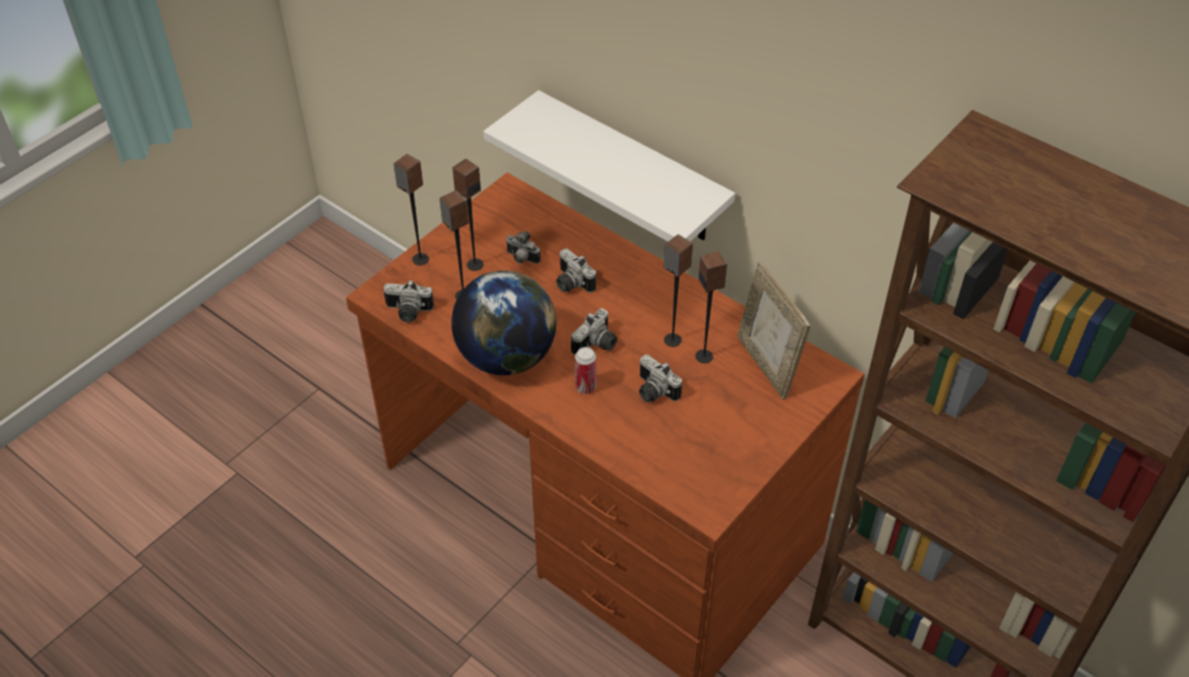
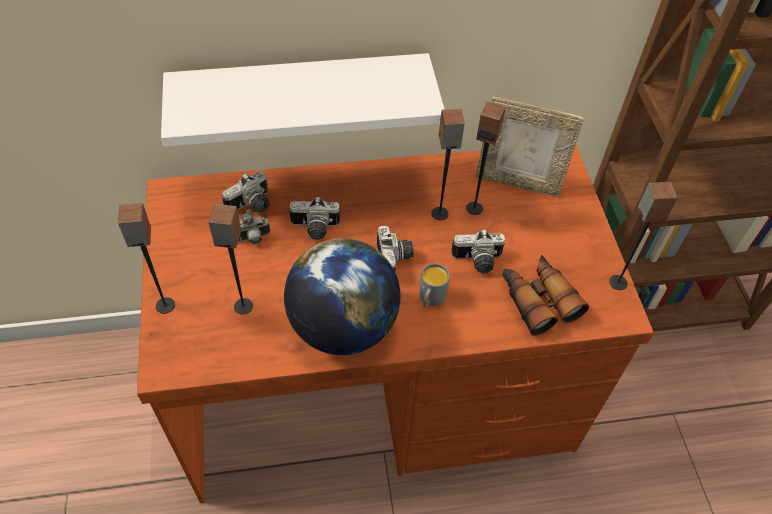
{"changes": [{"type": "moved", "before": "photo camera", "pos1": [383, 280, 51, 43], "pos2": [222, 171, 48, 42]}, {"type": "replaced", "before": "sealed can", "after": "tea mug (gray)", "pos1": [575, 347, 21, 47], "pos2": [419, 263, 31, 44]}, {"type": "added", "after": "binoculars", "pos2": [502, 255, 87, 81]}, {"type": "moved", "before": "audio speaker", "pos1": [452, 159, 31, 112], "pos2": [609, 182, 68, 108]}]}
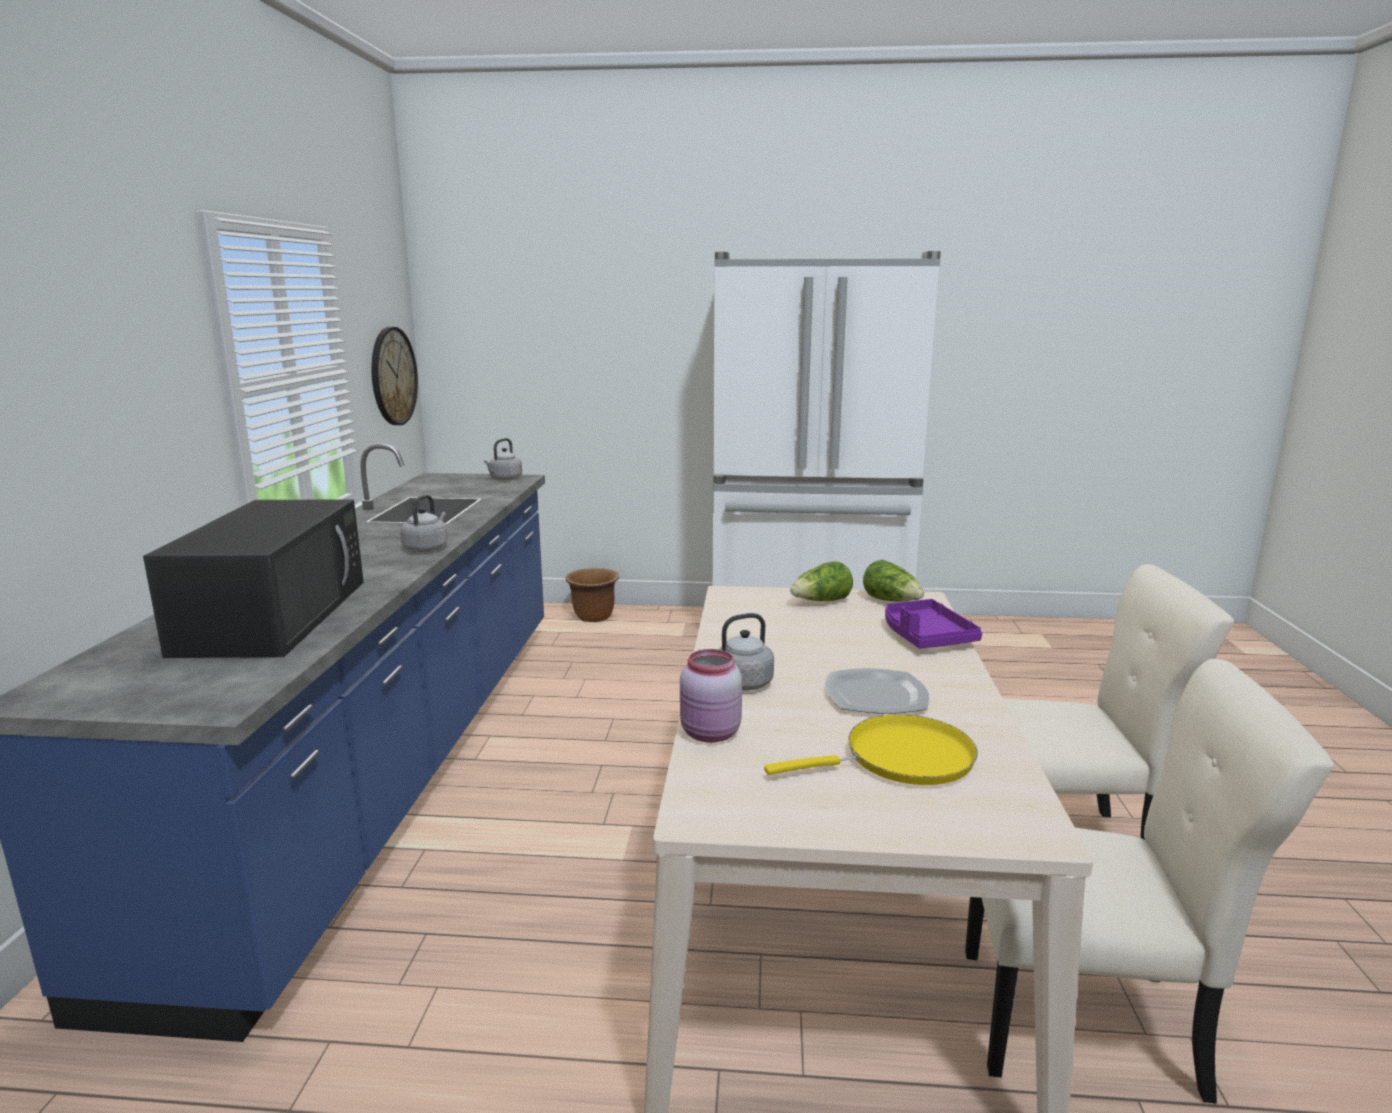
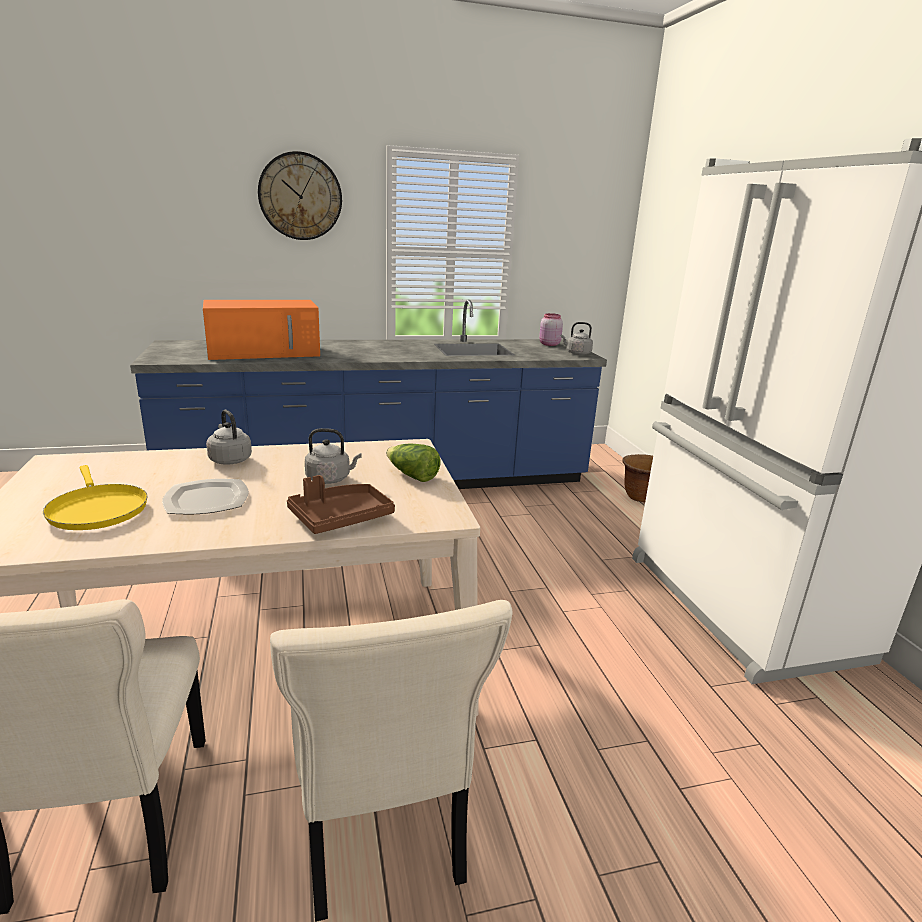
{"changes": [{"type": "recoloured", "before": "microwave (blackish)", "after": "microwave (orange-coloured)", "pos1": [143, 499, 221, 159], "pos2": [203, 300, 117, 60]}, {"type": "moved", "before": "hanging clock", "pos1": [371, 327, 47, 98], "pos2": [258, 151, 84, 89]}, {"type": "recoloured", "before": "tray (purplish)", "after": "tray (brown)", "pos1": [885, 599, 97, 49], "pos2": [287, 475, 108, 59]}, {"type": "moved", "before": "water kettle (gray)", "pos1": [400, 495, 47, 57], "pos2": [305, 428, 57, 56]}, {"type": "moved", "before": "jar (pink-coloured)", "pos1": [680, 649, 62, 94], "pos2": [539, 313, 24, 33]}, {"type": "removed", "before": "head of lettuce", "pos1": [863, 559, 61, 43]}]}
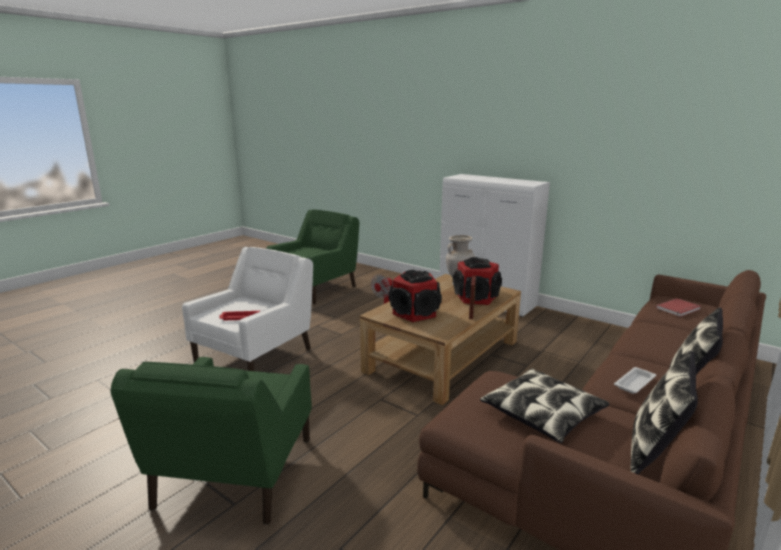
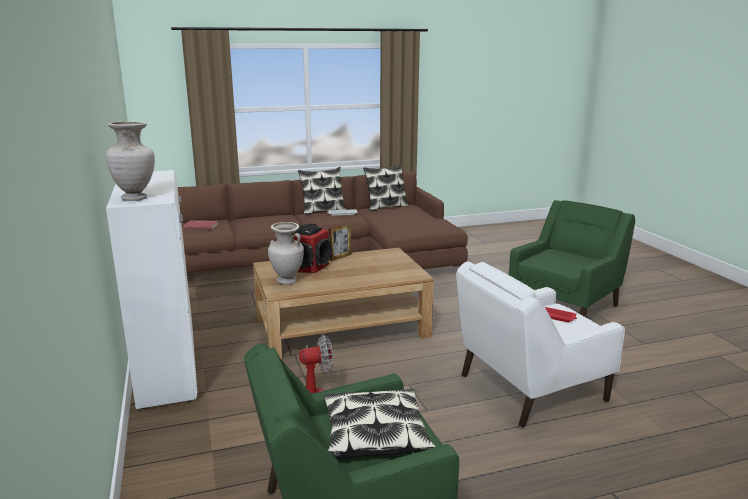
{"changes": [{"type": "added", "after": "decorative vase (beige)", "pos2": [106, 122, 49, 79]}, {"type": "moved", "before": "throw pillow", "pos1": [480, 369, 129, 74], "pos2": [323, 389, 112, 69]}, {"type": "removed", "before": "audio speaker", "pos1": [388, 270, 54, 52]}]}
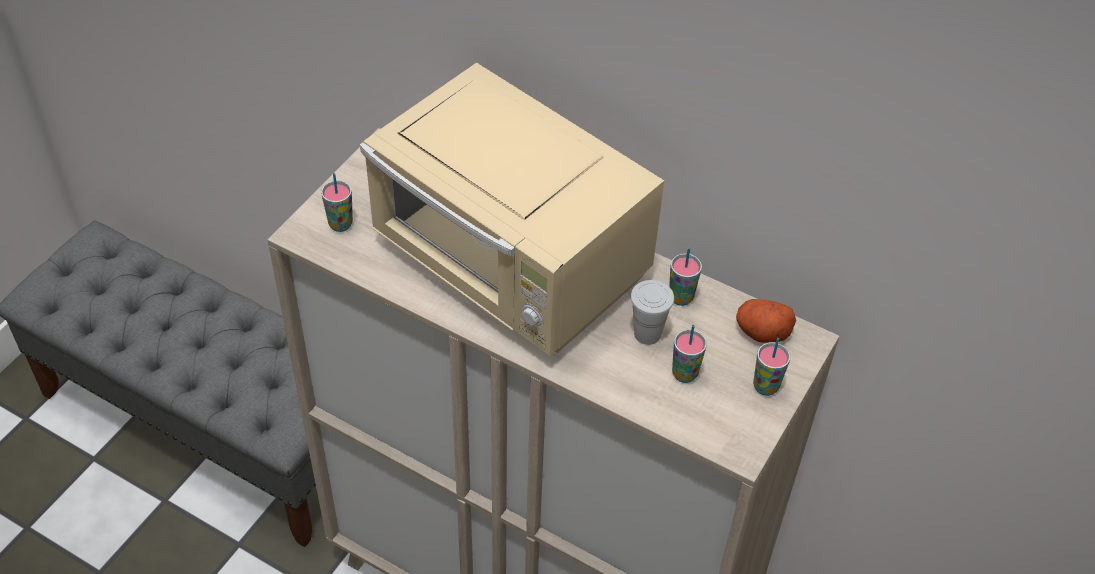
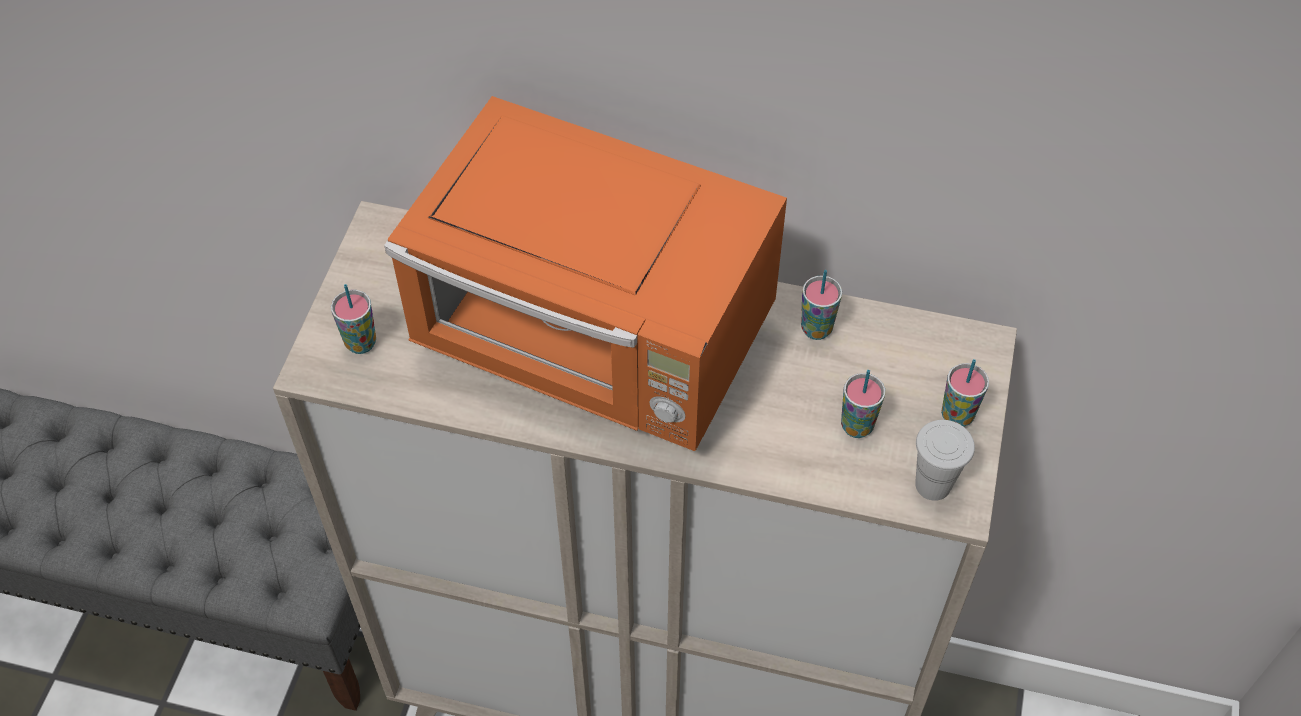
{"changes": [{"type": "recoloured", "before": "microwave (beige)", "after": "microwave (orange-coloured)", "pos1": [360, 63, 304, 292], "pos2": [384, 96, 403, 355]}, {"type": "moved", "before": "small cup (white-coloured)", "pos1": [631, 280, 43, 65], "pos2": [915, 420, 60, 81]}, {"type": "removed", "before": "whole potato", "pos1": [736, 299, 60, 44]}]}
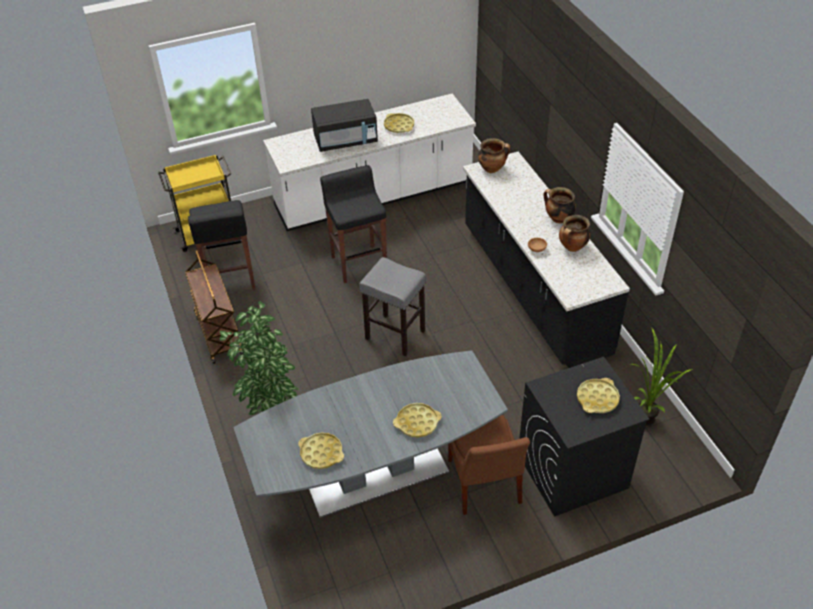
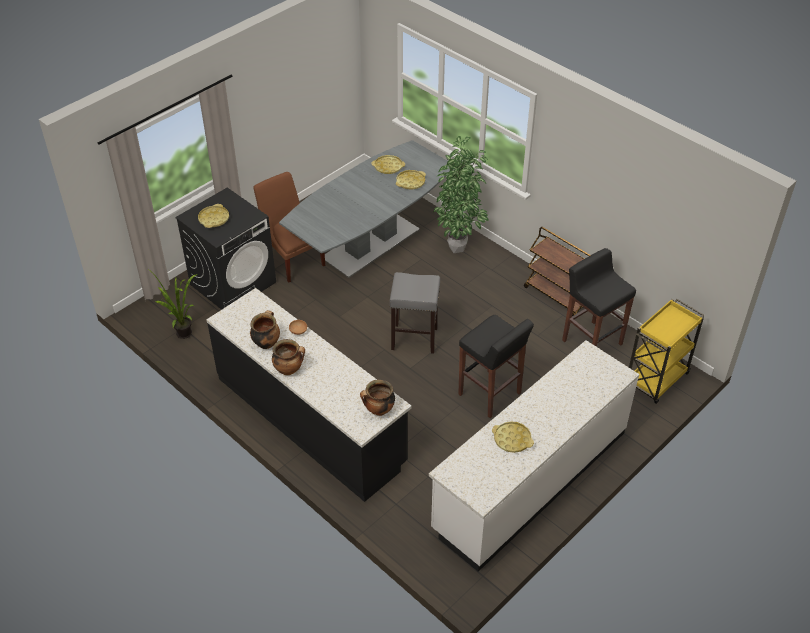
{"changes": [{"type": "moved", "before": "tray (yellow)", "pos1": [393, 403, 49, 35], "pos2": [396, 170, 30, 19]}, {"type": "removed", "before": "microwave (blackish)", "pos1": [311, 99, 67, 53]}]}
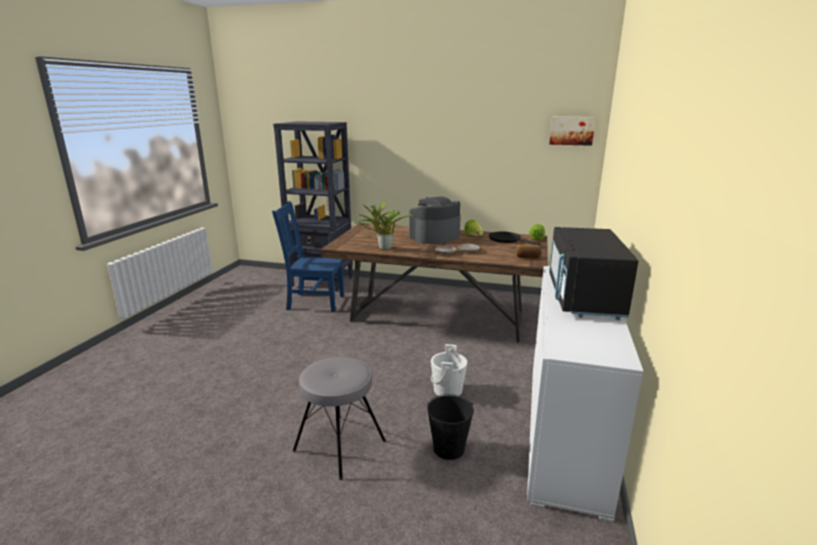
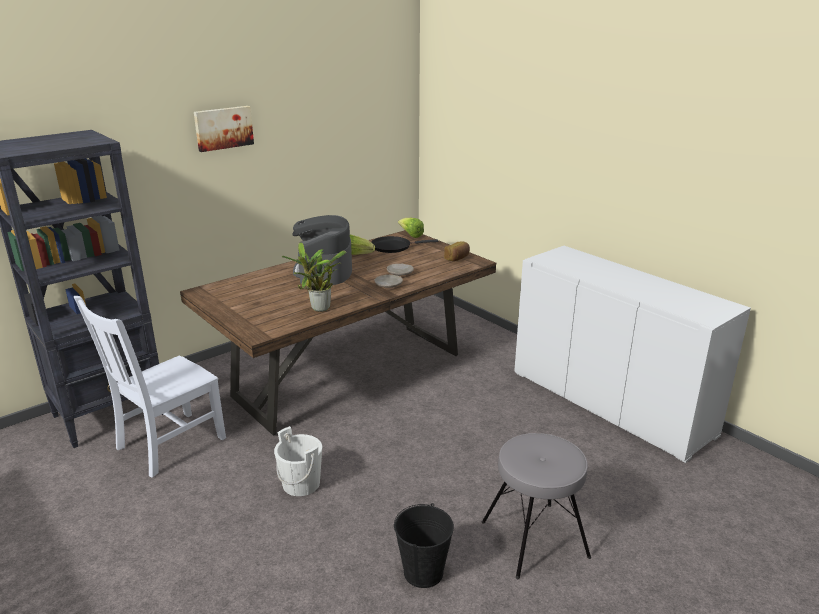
{"changes": [{"type": "recoloured", "before": "upright chair (blue)", "after": "upright chair (white-coloured)", "pos1": [272, 201, 72, 111], "pos2": [74, 296, 152, 182]}, {"type": "moved", "before": "picture", "pos1": [549, 117, 47, 29], "pos2": [194, 106, 60, 46]}, {"type": "moved", "before": "pail (white-coloured)", "pos1": [431, 344, 36, 52], "pos2": [274, 426, 48, 70]}, {"type": "moved", "before": "pail (blackish)", "pos1": [427, 394, 47, 66], "pos2": [394, 503, 60, 85]}, {"type": "removed", "before": "microwave (blackish)", "pos1": [549, 227, 90, 93]}]}
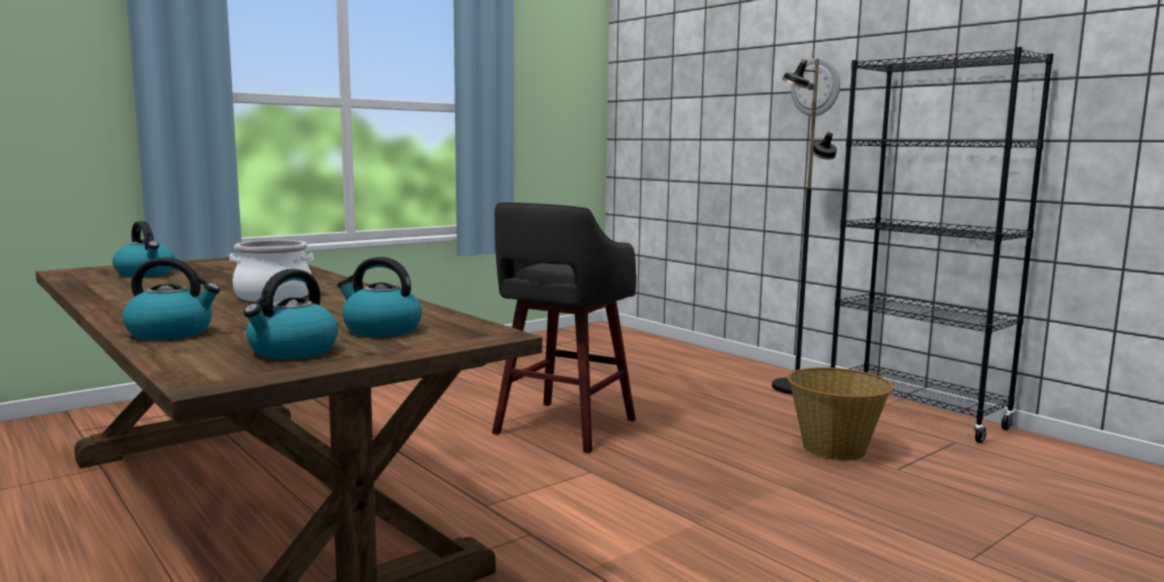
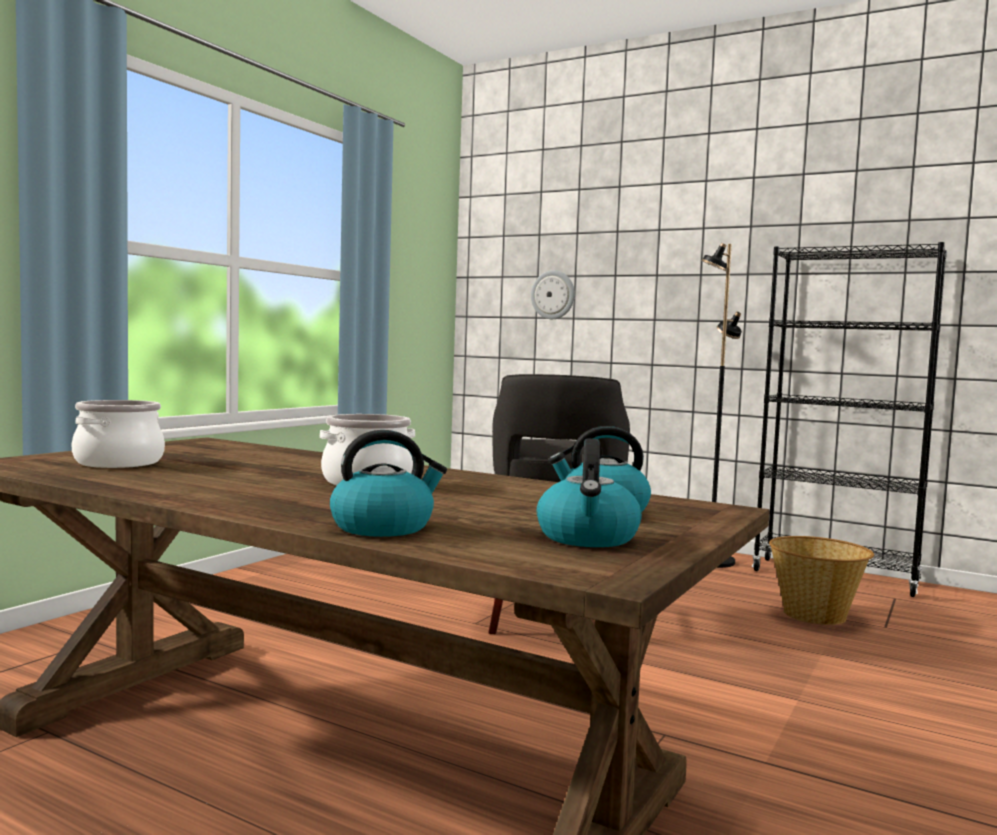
{"changes": [{"type": "replaced", "before": "water kettle", "after": "saucepot", "pos1": [112, 221, 63, 56], "pos2": [71, 400, 94, 68]}, {"type": "moved", "before": "hanging clock", "pos1": [791, 58, 49, 58], "pos2": [531, 270, 44, 49]}]}
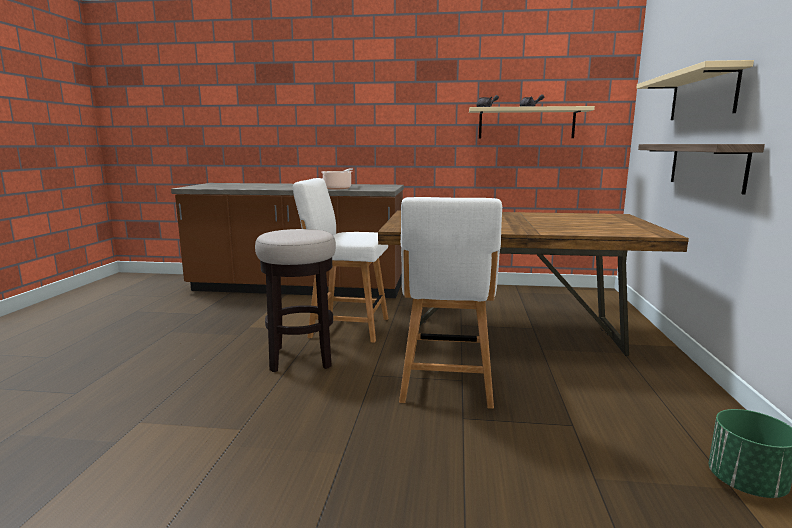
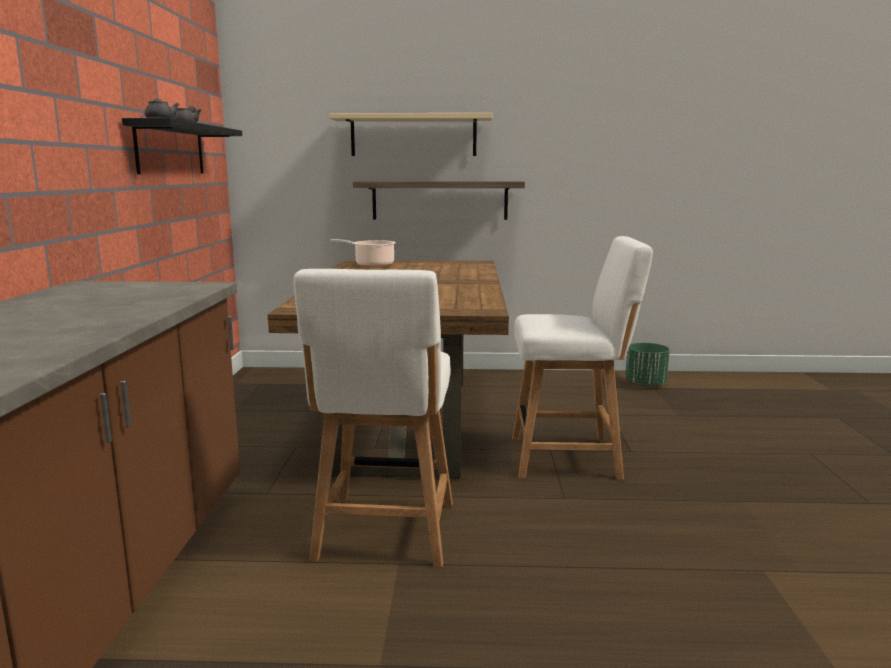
{"changes": [{"type": "recoloured", "before": "bracket shelf (beige)", "after": "bracket shelf (blackish)", "pos1": [469, 106, 126, 32], "pos2": [122, 118, 120, 56]}, {"type": "moved", "before": "saucepot", "pos1": [322, 168, 31, 21], "pos2": [330, 239, 66, 28]}, {"type": "removed", "before": "stool", "pos1": [255, 229, 81, 143]}]}
